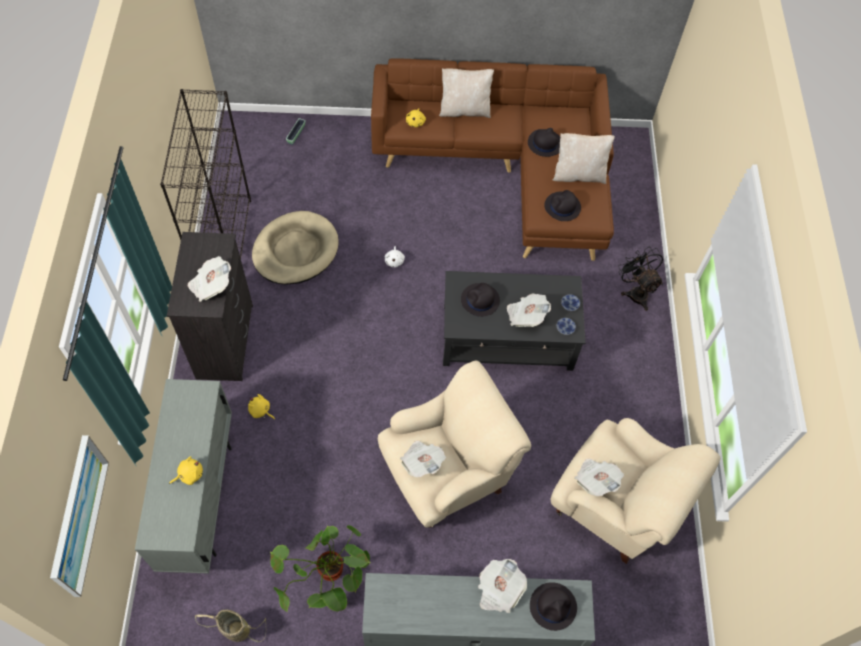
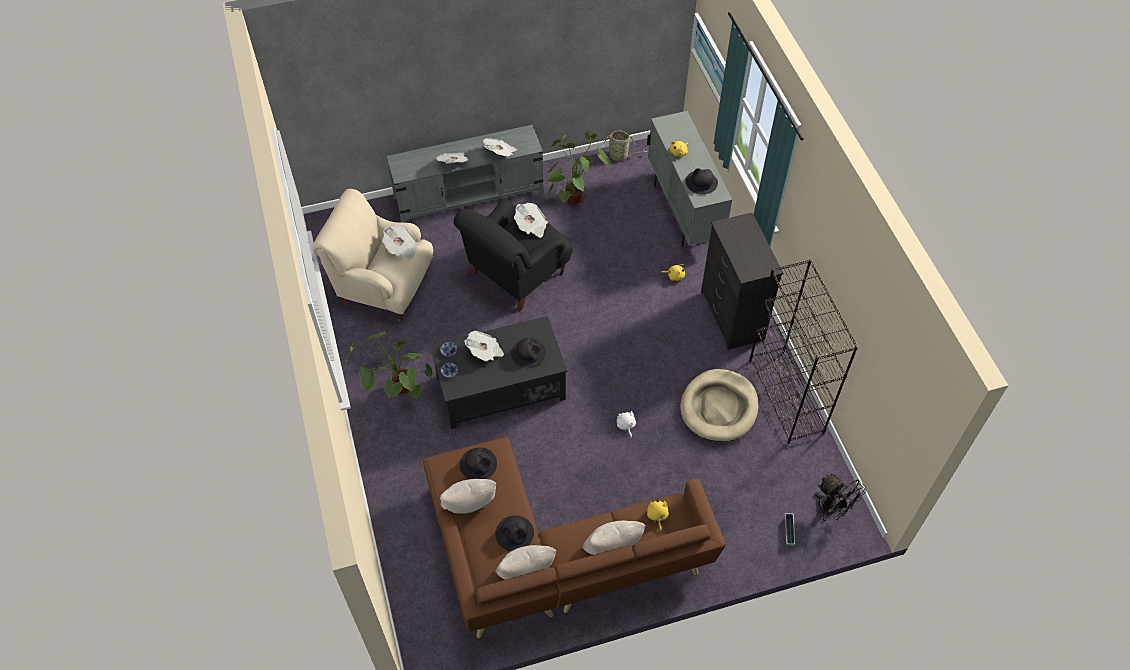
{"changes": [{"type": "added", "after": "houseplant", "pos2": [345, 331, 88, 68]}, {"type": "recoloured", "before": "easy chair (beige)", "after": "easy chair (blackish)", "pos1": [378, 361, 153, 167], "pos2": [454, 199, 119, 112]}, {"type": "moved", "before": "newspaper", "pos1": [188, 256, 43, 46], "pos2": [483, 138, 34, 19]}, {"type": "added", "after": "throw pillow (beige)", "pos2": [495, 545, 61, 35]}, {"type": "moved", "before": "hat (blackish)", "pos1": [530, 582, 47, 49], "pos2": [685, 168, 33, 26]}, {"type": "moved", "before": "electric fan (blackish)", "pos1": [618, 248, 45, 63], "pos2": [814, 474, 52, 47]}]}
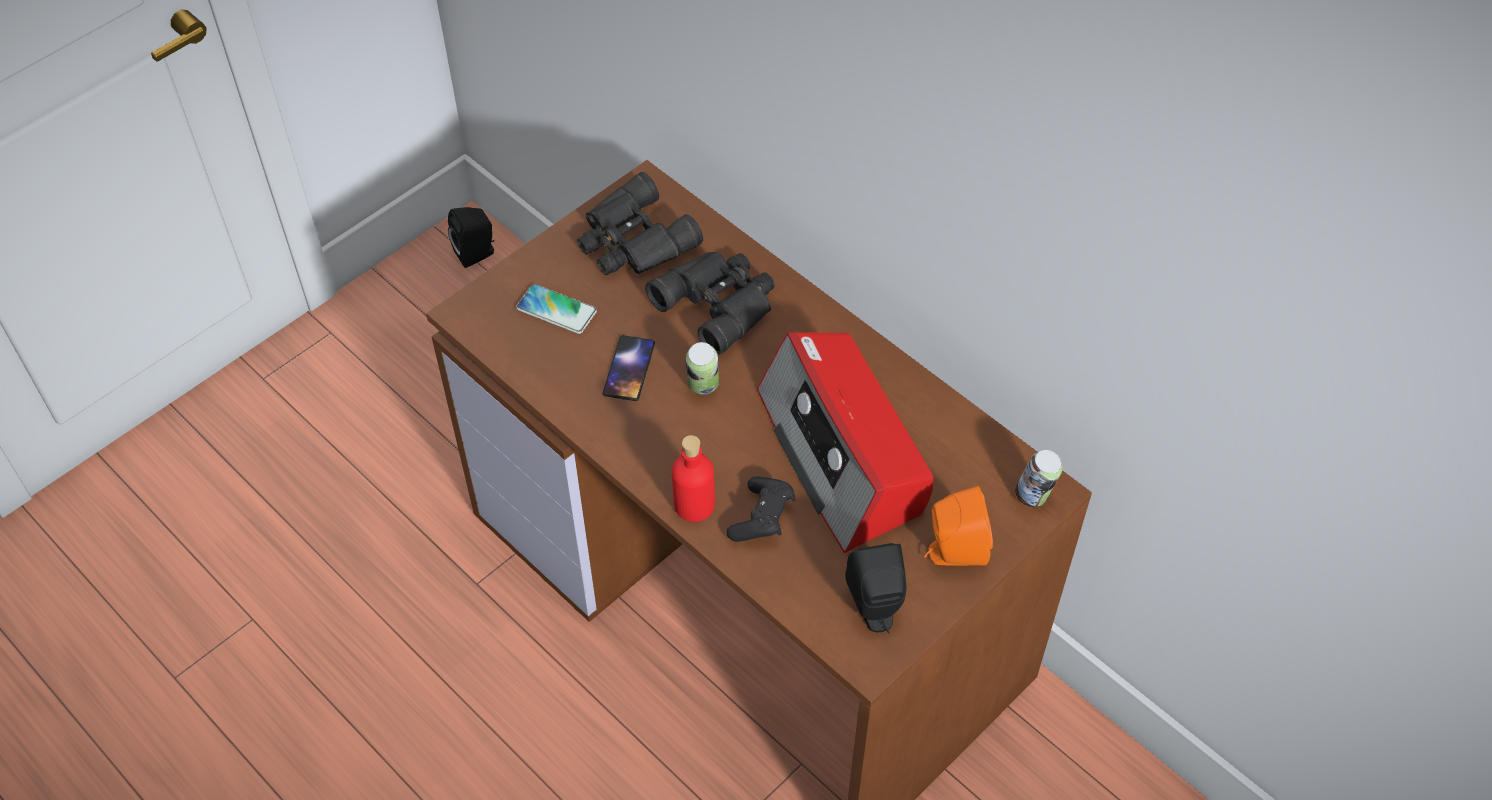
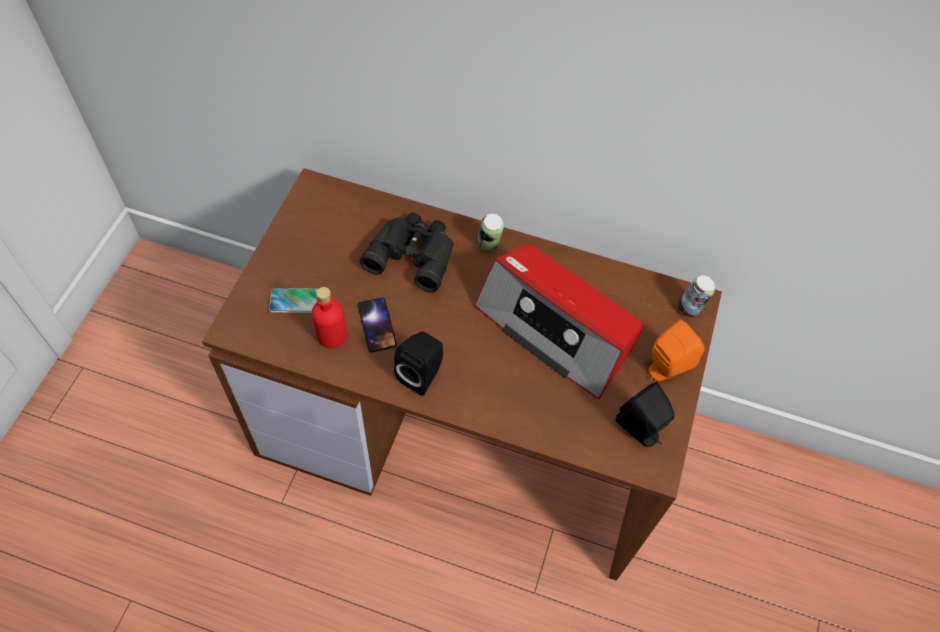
{"changes": [{"type": "moved", "before": "beverage bottle (red-coloured)", "pos1": [672, 435, 43, 87], "pos2": [312, 287, 35, 61]}, {"type": "moved", "before": "audio speaker (blackish)", "pos1": [448, 207, 47, 61], "pos2": [394, 331, 49, 65]}, {"type": "moved", "before": "sealed can", "pos1": [686, 342, 33, 53], "pos2": [477, 213, 27, 38]}, {"type": "removed", "before": "binoculars (blackish)", "pos1": [577, 172, 126, 103]}, {"type": "removed", "before": "gamepad (blackish)", "pos1": [726, 477, 69, 65]}]}
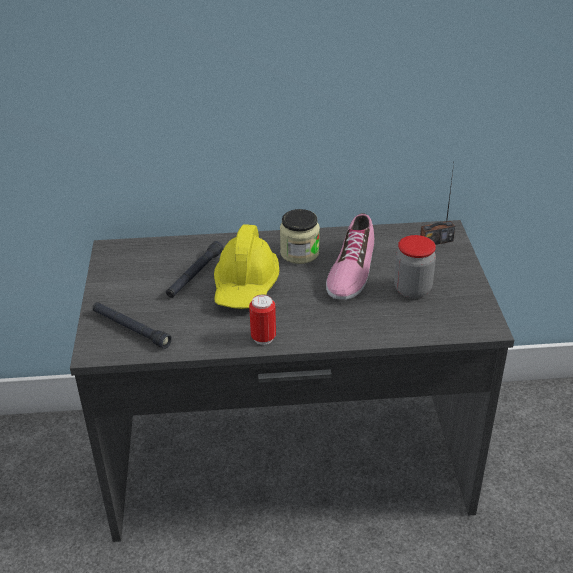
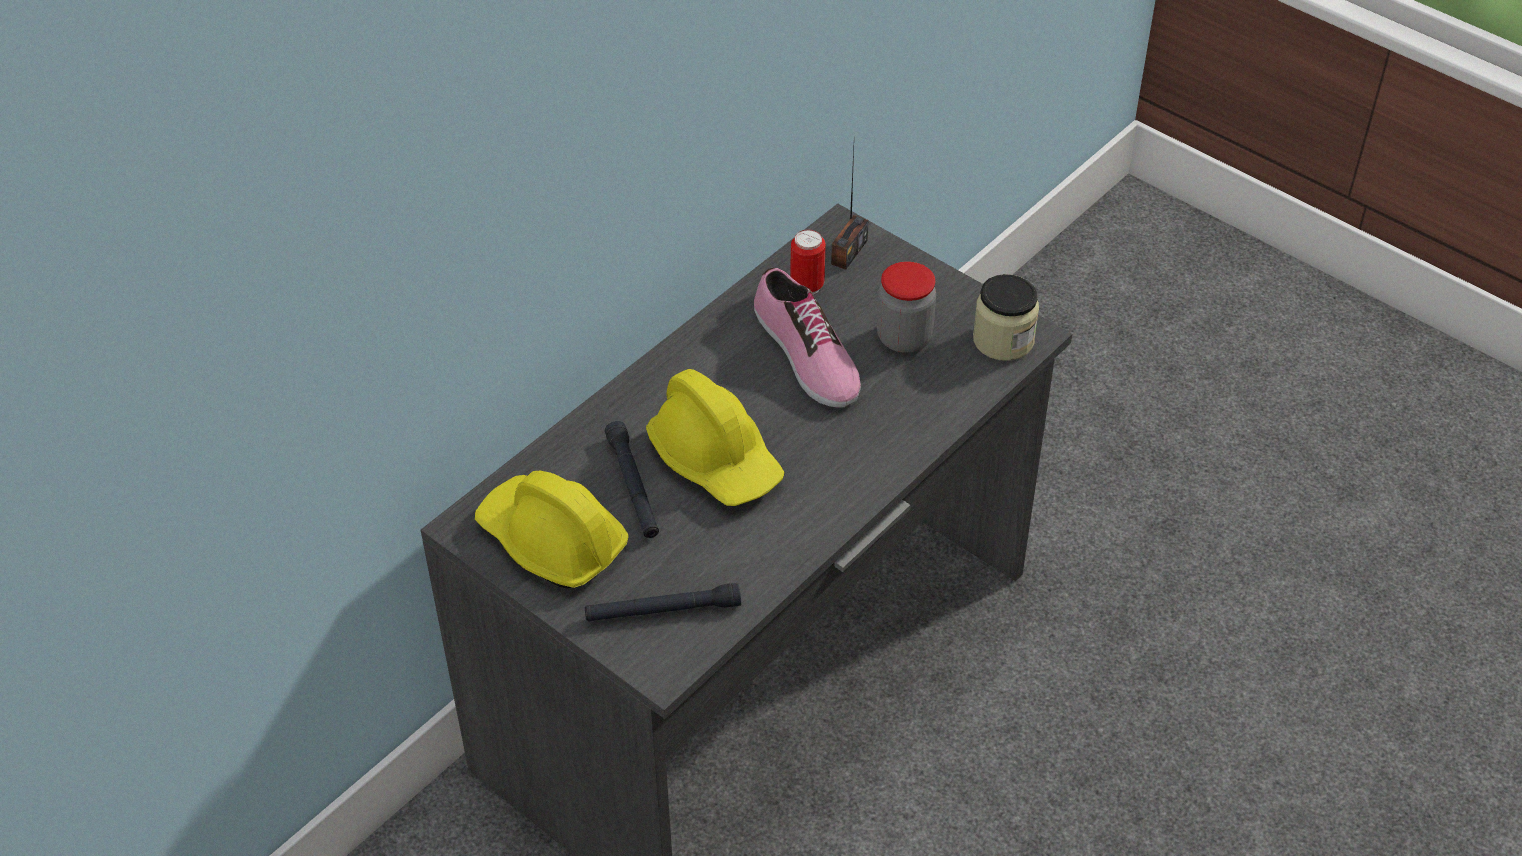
{"changes": [{"type": "added", "after": "safety helmet (yellow)", "pos2": [475, 471, 154, 118]}, {"type": "moved", "before": "sealed can", "pos1": [249, 295, 27, 50], "pos2": [790, 229, 36, 66]}, {"type": "moved", "before": "jar", "pos1": [280, 209, 40, 55], "pos2": [973, 274, 66, 87]}]}
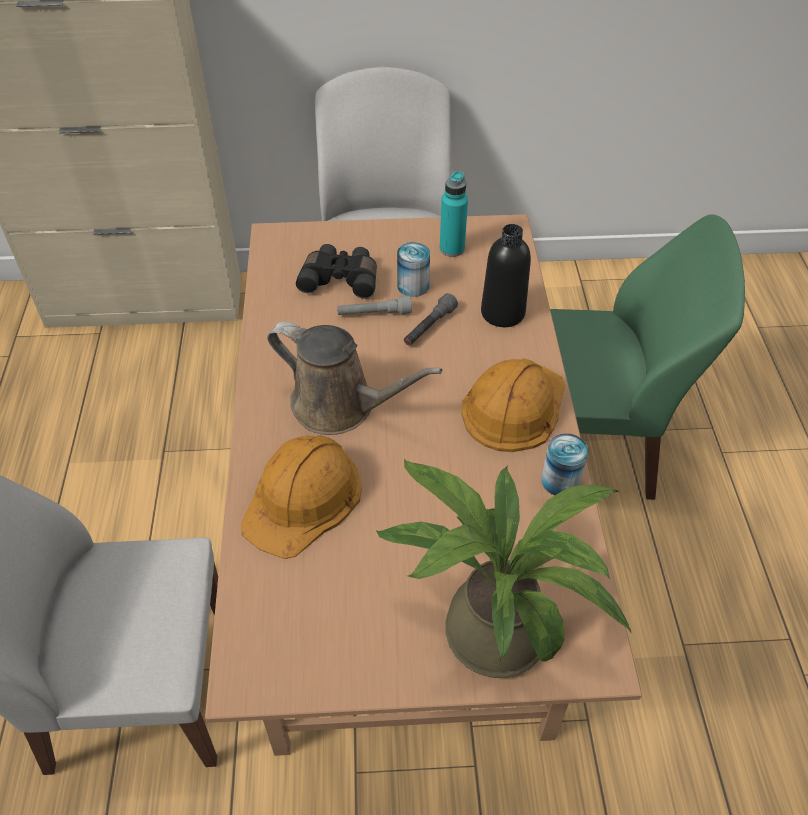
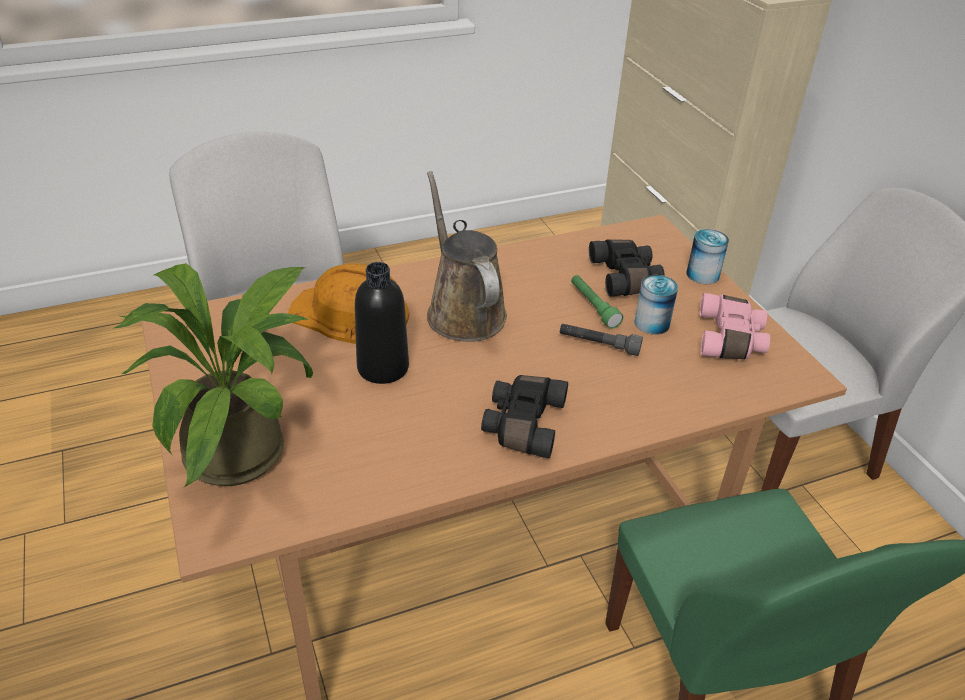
{"changes": [{"type": "moved", "before": "beverage bottle (blackish)", "pos1": [481, 224, 50, 103], "pos2": [355, 262, 54, 122]}, {"type": "turned", "before": "watering can (brown)", "pos1": [267, 322, 176, 113], "pos2": [427, 171, 80, 171], "turn": 150}, {"type": "replaced", "before": "safety helmet (orange-coloured)", "after": "binoculars (blackish)", "pos1": [461, 358, 104, 94], "pos2": [481, 375, 87, 83]}, {"type": "recoloured", "before": "flashlight (gray)", "after": "flashlight (green-coloured)", "pos1": [337, 296, 75, 19], "pos2": [571, 275, 52, 54]}, {"type": "moved", "before": "sealed can", "pos1": [541, 433, 48, 63], "pos2": [687, 229, 42, 55]}, {"type": "replaced", "before": "beverage bottle (turquoise)", "after": "binoculars (pink-coloured)", "pos1": [440, 171, 28, 86], "pos2": [700, 293, 70, 66]}]}
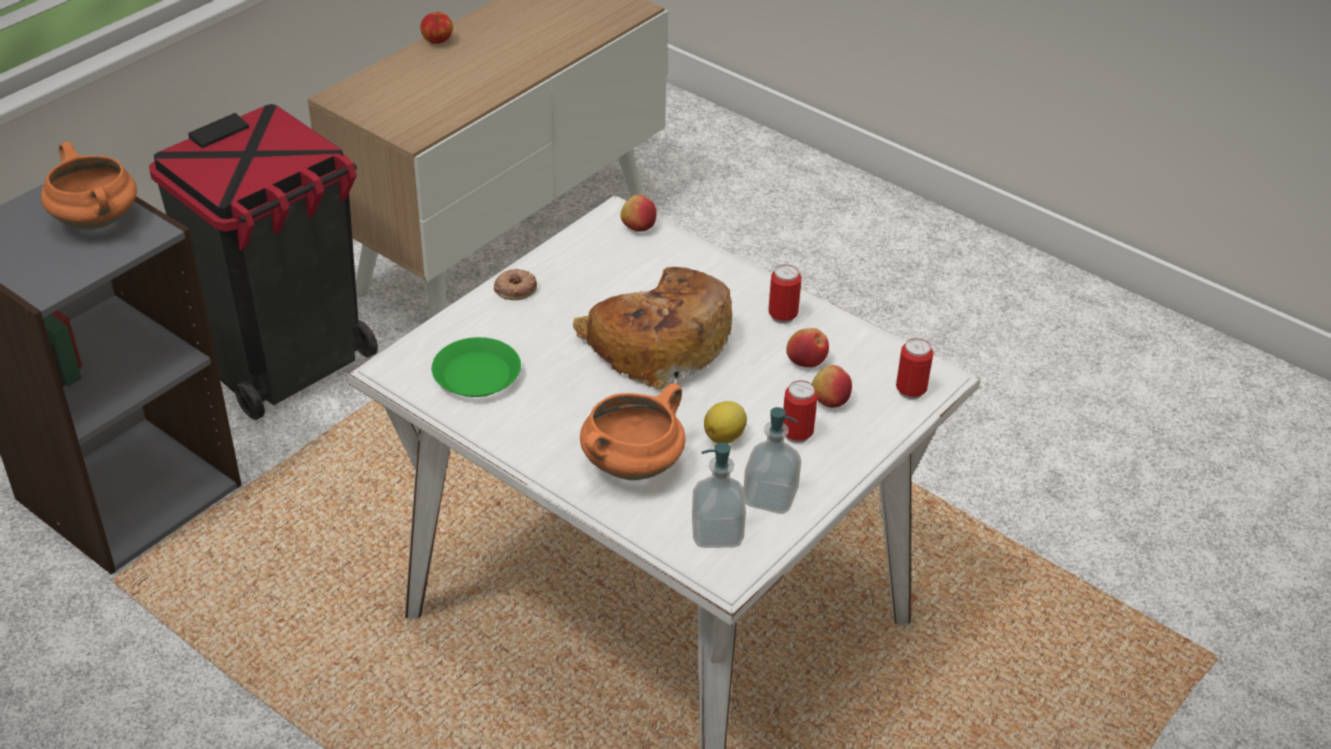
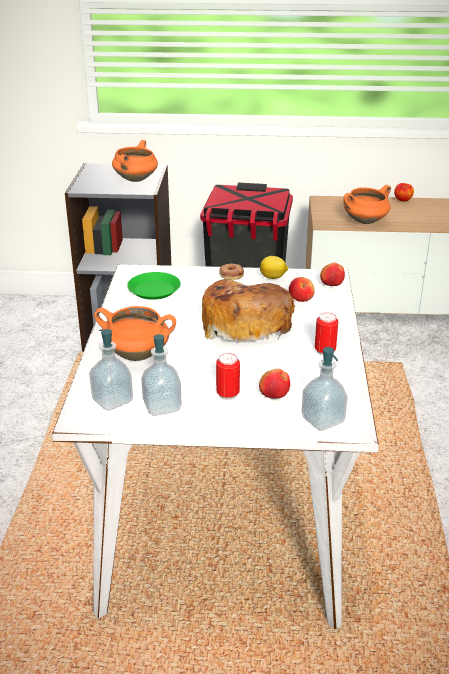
{"changes": [{"type": "moved", "before": "citrus fruit", "pos1": [704, 401, 43, 43], "pos2": [260, 256, 28, 23]}, {"type": "moved", "before": "apple", "pos1": [786, 328, 43, 39], "pos2": [289, 277, 26, 25]}, {"type": "replaced", "before": "sealed can", "after": "soap dispenser", "pos1": [896, 338, 37, 62], "pos2": [302, 347, 46, 84]}, {"type": "added", "after": "saucepot (orange-coloured)", "pos2": [343, 185, 48, 39]}]}
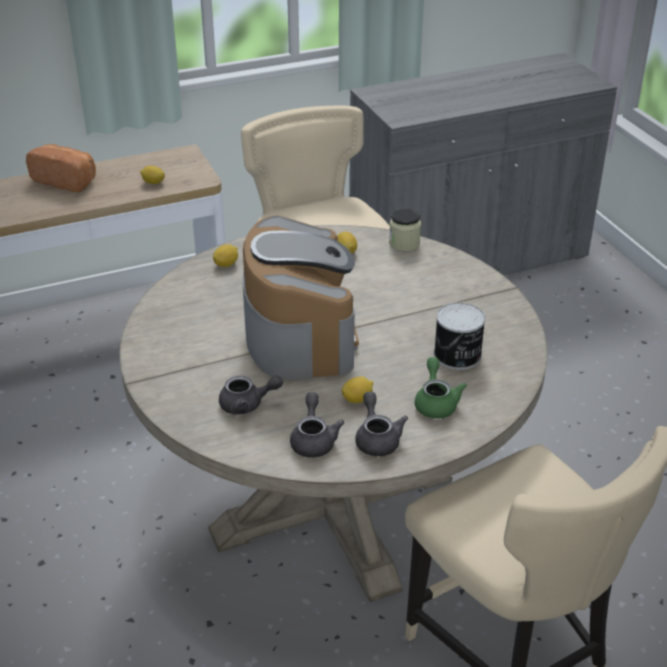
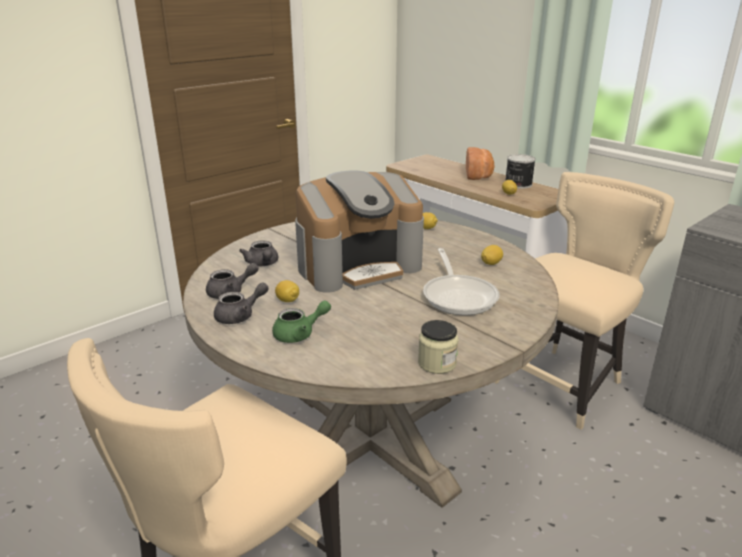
{"changes": [{"type": "moved", "before": "jar", "pos1": [389, 209, 32, 43], "pos2": [418, 320, 40, 54]}, {"type": "added", "after": "frying pan", "pos2": [423, 248, 77, 67]}, {"type": "moved", "before": "sealed can", "pos1": [434, 302, 52, 68], "pos2": [506, 154, 30, 35]}]}
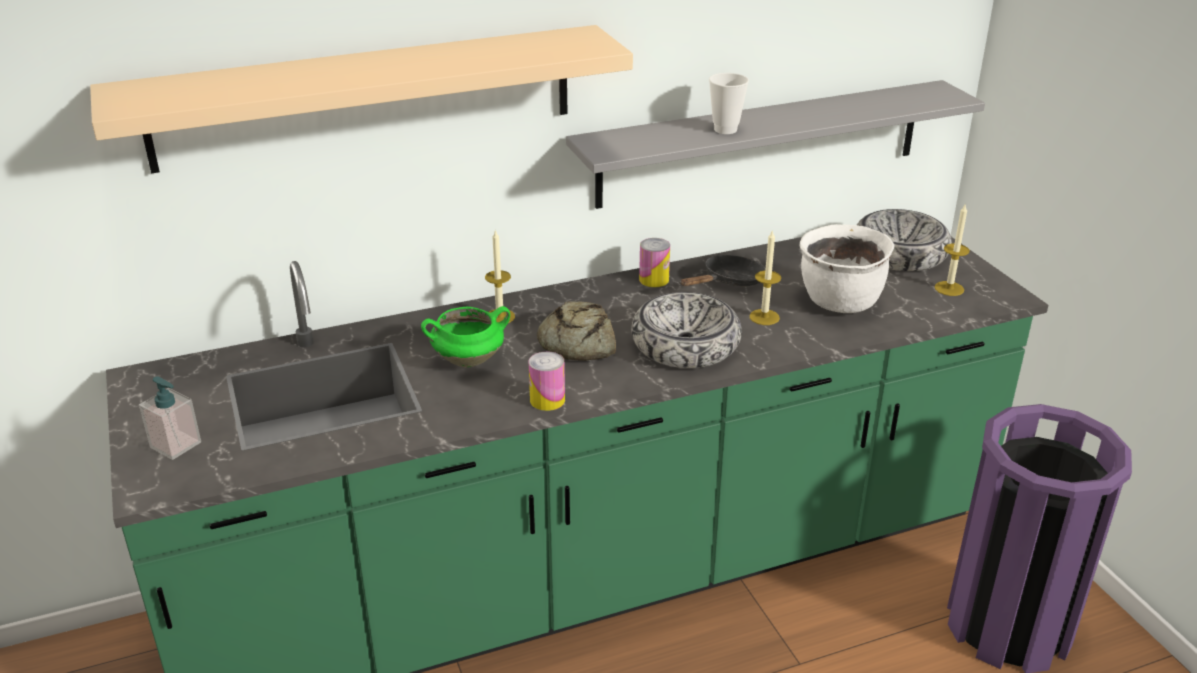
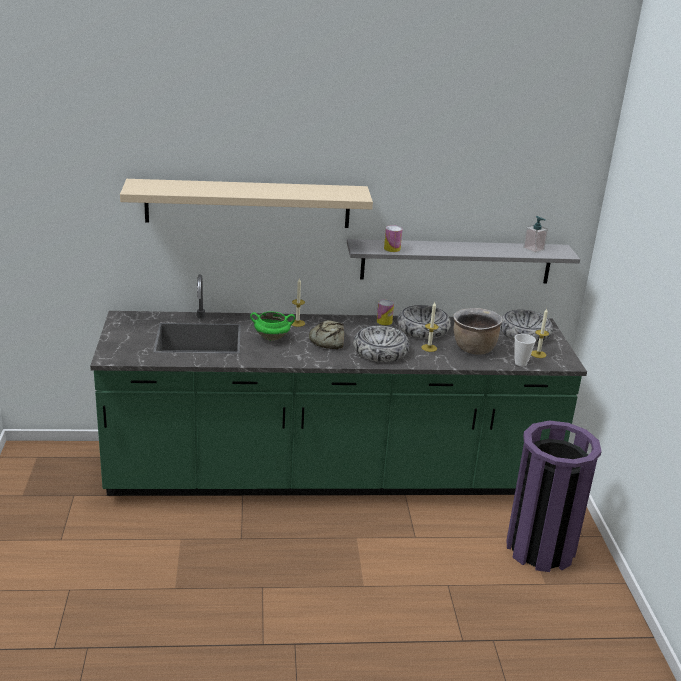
{"changes": [{"type": "moved", "before": "sealed can", "pos1": [529, 351, 36, 60], "pos2": [384, 225, 18, 27]}, {"type": "replaced", "before": "frying pan (blackish)", "after": "bowl", "pos1": [681, 255, 85, 31], "pos2": [397, 305, 54, 34]}, {"type": "recoloured", "before": "saucepot (white-coloured)", "after": "saucepot (brown)", "pos1": [799, 224, 95, 89], "pos2": [453, 308, 50, 47]}, {"type": "moved", "before": "small cup", "pos1": [709, 73, 40, 61], "pos2": [514, 334, 22, 32]}, {"type": "moved", "before": "soap dispenser", "pos1": [139, 376, 62, 84], "pos2": [523, 216, 25, 37]}]}
